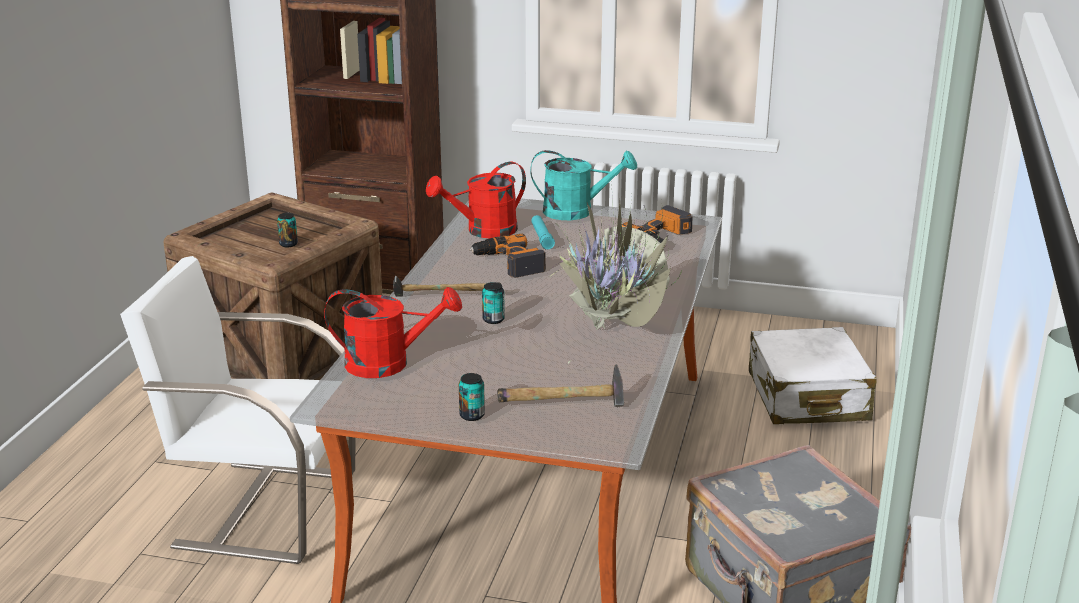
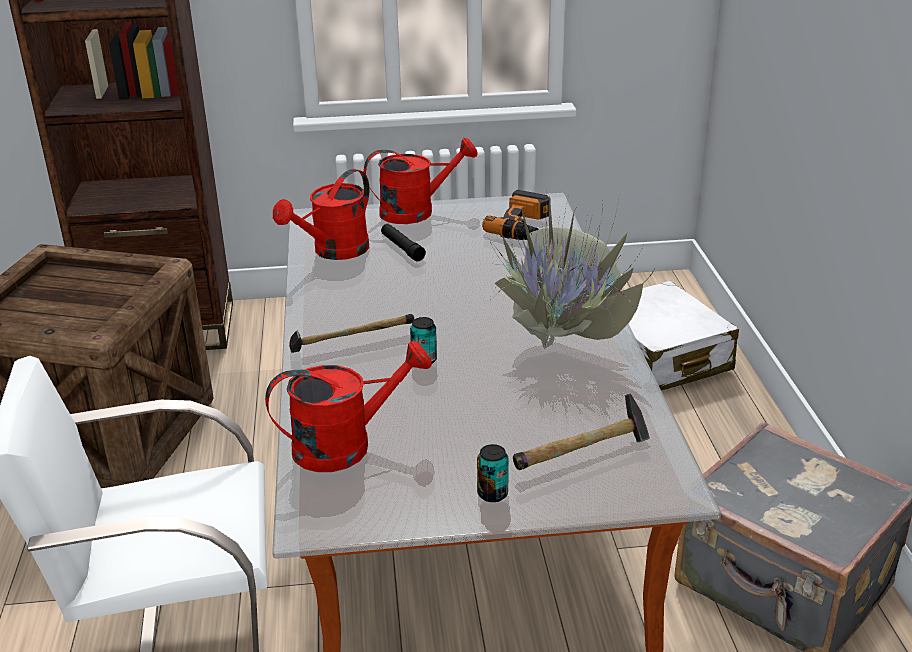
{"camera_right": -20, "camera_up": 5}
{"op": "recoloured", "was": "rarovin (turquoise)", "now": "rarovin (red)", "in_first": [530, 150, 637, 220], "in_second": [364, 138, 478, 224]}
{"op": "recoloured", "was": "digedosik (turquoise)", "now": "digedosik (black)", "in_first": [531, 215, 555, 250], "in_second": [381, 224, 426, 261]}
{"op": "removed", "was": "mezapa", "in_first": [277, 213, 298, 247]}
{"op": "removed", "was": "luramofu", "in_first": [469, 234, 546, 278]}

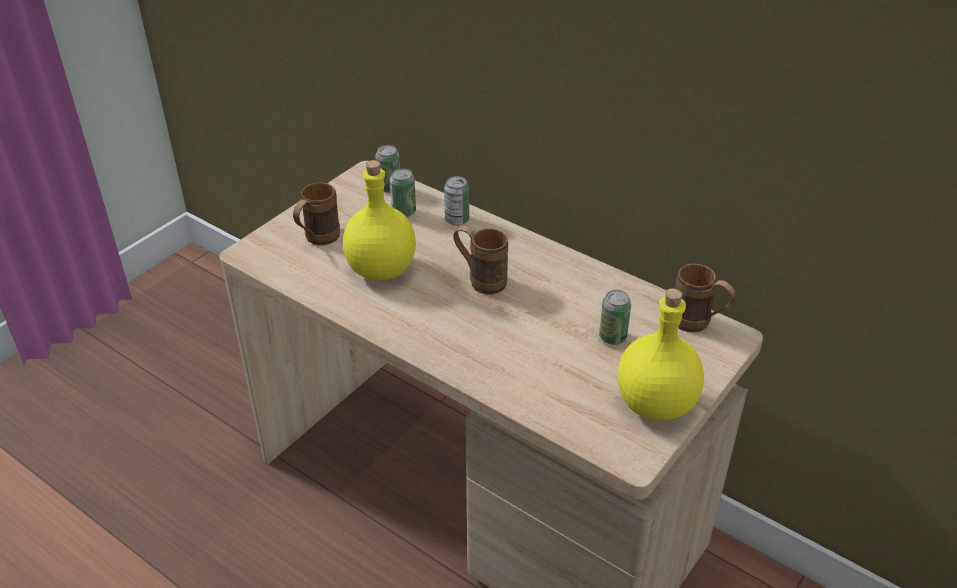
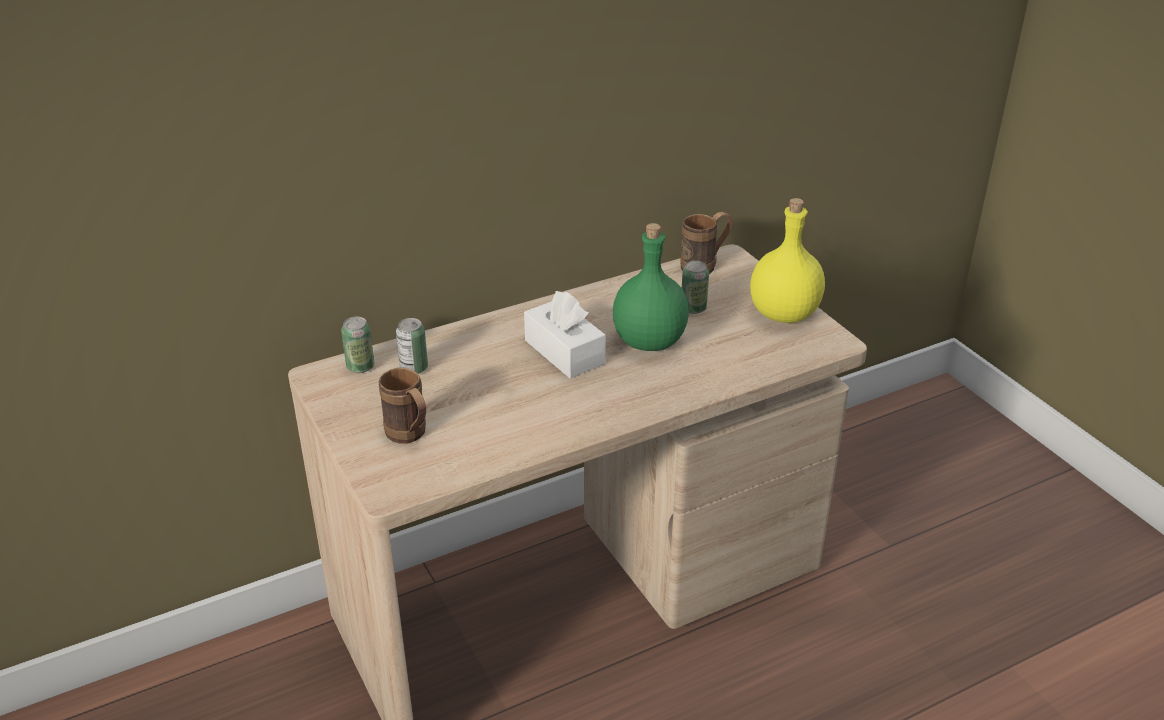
{"camera_right": -65, "camera_up": -5}
{"op": "replaced", "was": "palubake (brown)", "now": "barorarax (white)", "in_first": [453, 226, 508, 295], "in_second": [524, 291, 606, 378]}
{"op": "added", "now": "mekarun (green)", "in_second": [613, 223, 689, 351]}
{"op": "removed", "was": "mekarun (yellow)", "in_first": [343, 160, 416, 280]}
{"op": "removed", "was": "mezapa", "in_first": [444, 176, 469, 225]}

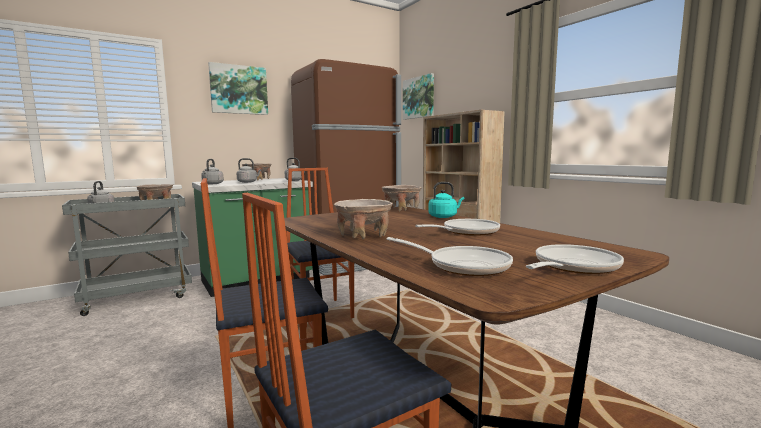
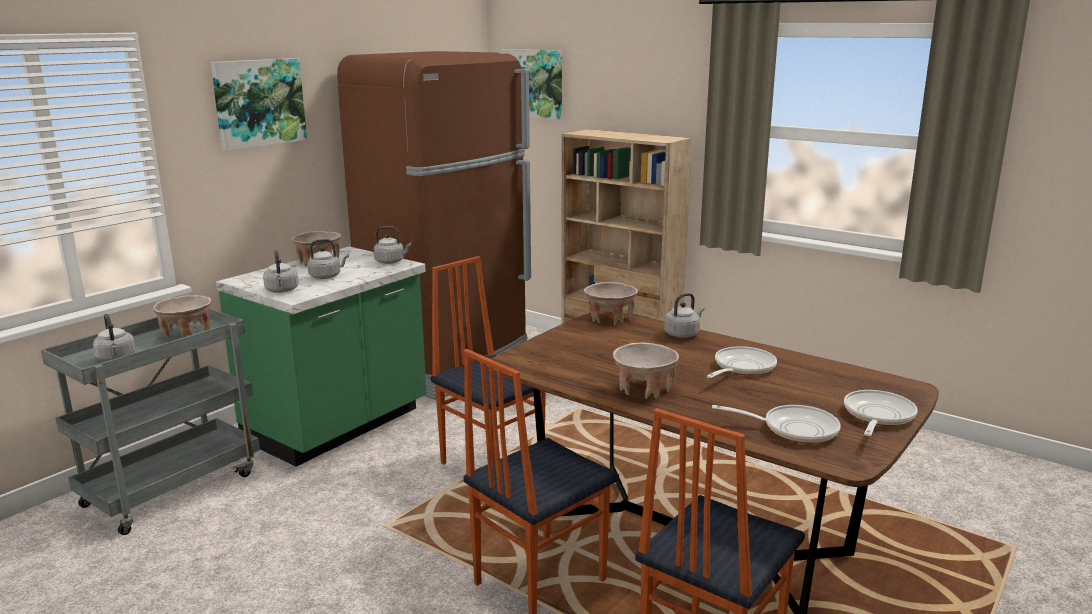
{"camera_right": -20, "camera_up": 10}
{"op": "recoloured", "was": "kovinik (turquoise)", "now": "kovinik (grey)", "in_first": [428, 182, 464, 218], "in_second": [664, 293, 705, 338]}

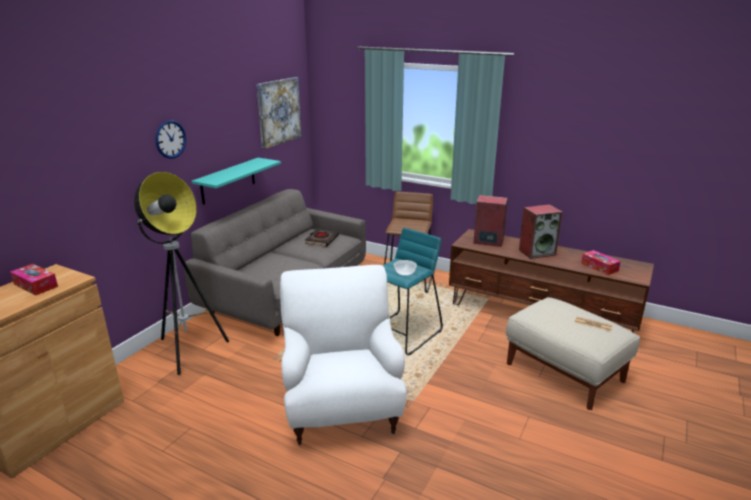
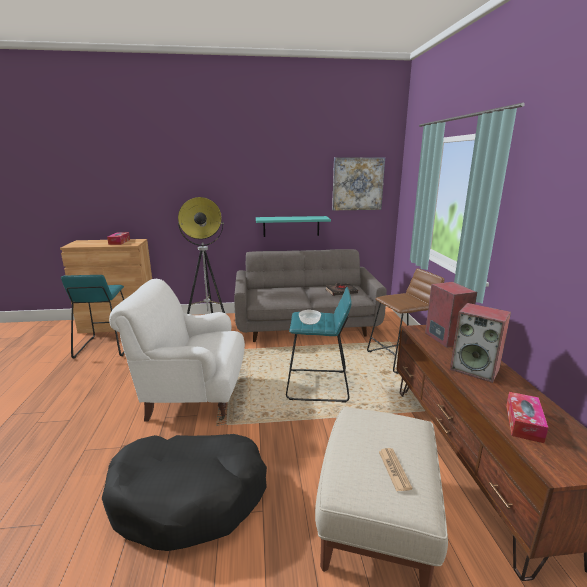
{"camera_right": 55, "camera_up": -5}
{"op": "added", "now": "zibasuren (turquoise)", "in_second": [61, 275, 124, 358]}
{"op": "added", "now": "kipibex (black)", "in_second": [102, 434, 267, 551]}
{"op": "turned", "was": "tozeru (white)", "in_first": [280, 265, 407, 446], "in_second": [109, 279, 245, 421], "clockwise": -135}
{"op": "removed", "was": "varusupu", "in_first": [155, 120, 186, 159]}

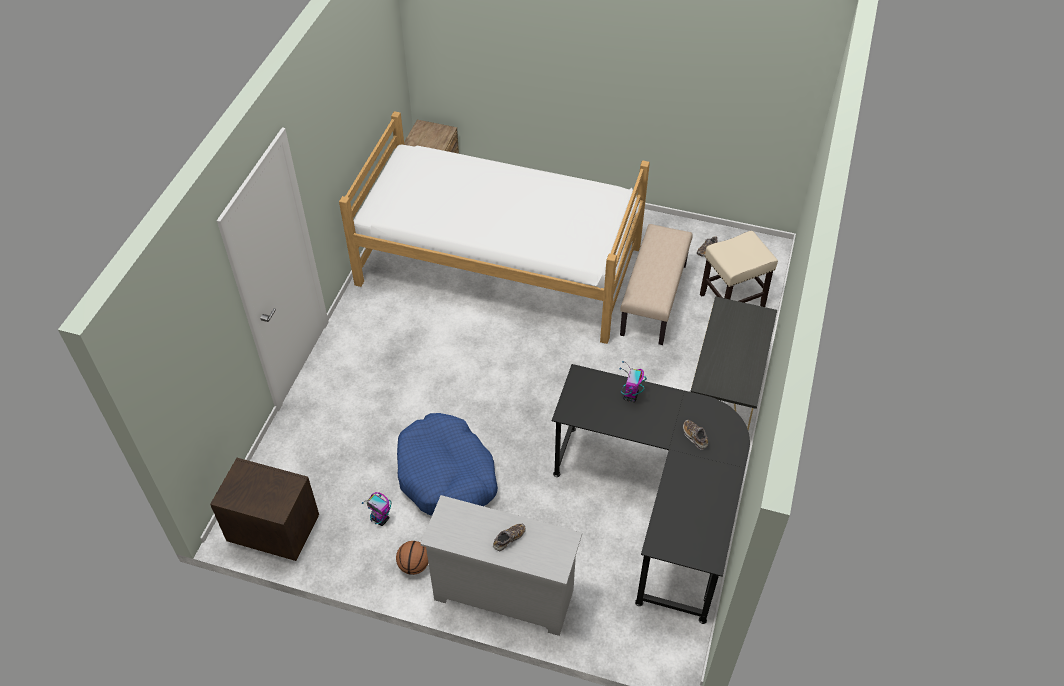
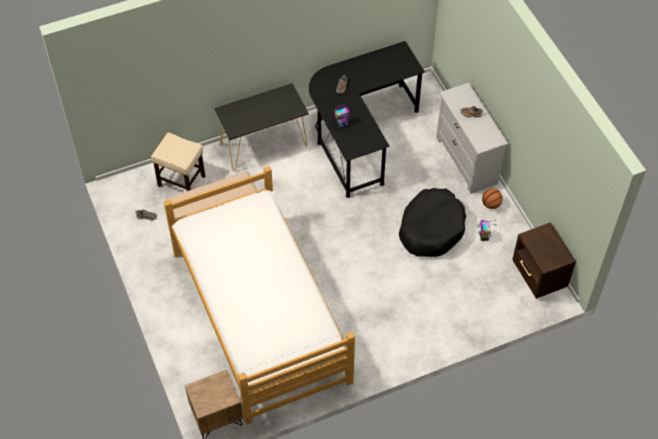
{"camera_right": -130, "camera_up": 5}
{"op": "recoloured", "was": "kipibex (blue)", "now": "kipibex (black)", "in_first": [397, 413, 498, 516], "in_second": [399, 188, 466, 257]}

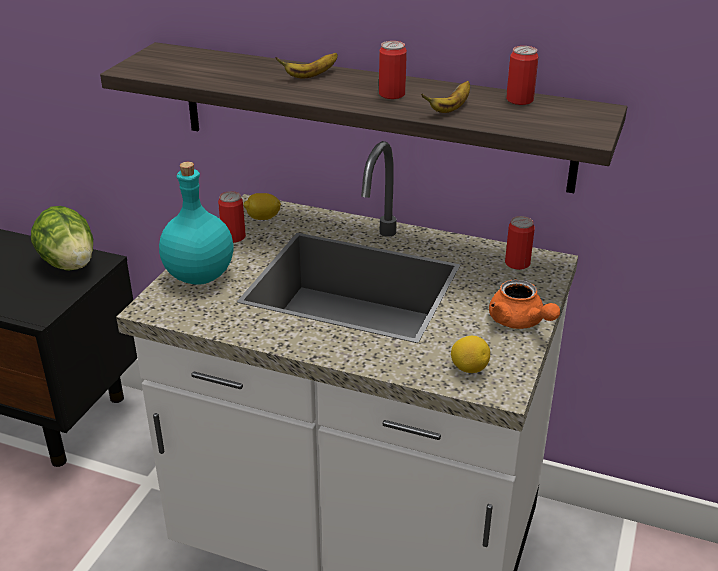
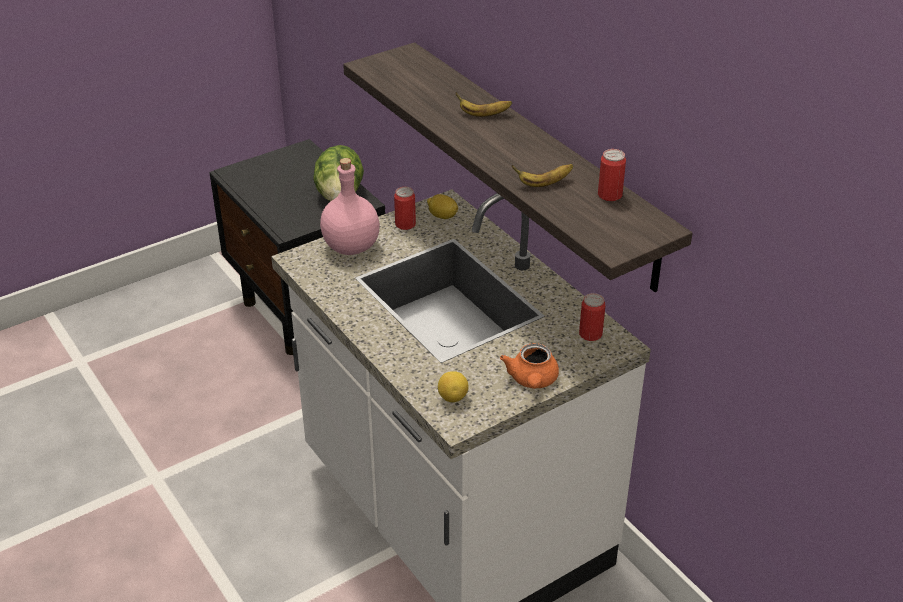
{"camera_right": 35, "camera_up": 5}
{"op": "recoloured", "was": "mekarun (turquoise)", "now": "mekarun (pink)", "in_first": [159, 162, 234, 285], "in_second": [320, 158, 380, 255]}
{"op": "removed", "was": "mezapa", "in_first": [379, 41, 407, 99]}

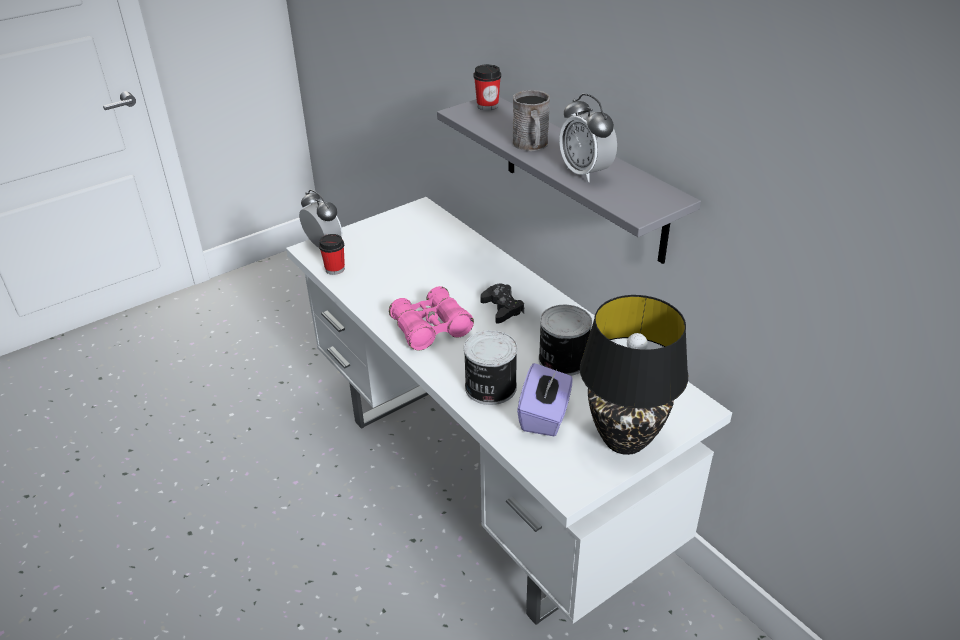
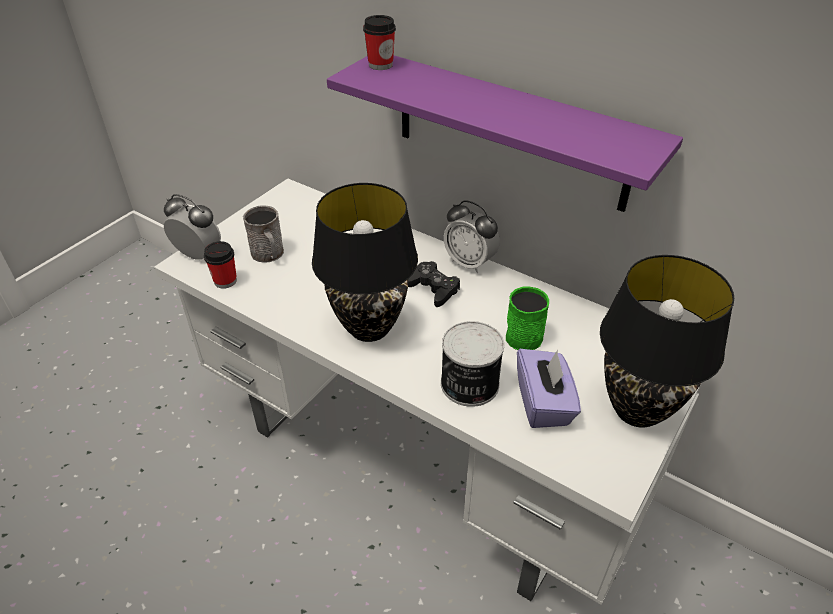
{"camera_right": -20, "camera_up": 5}
{"op": "moved", "was": "palubake (grey)", "in_first": [512, 90, 550, 151], "in_second": [243, 205, 284, 263]}
{"op": "replaced", "was": "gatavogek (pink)", "now": "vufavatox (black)", "in_first": [389, 286, 474, 350], "in_second": [312, 183, 418, 342]}
{"op": "recoloured", "was": "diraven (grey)", "now": "diraven (purple)", "in_first": [437, 97, 701, 264], "in_second": [327, 56, 683, 212]}
{"op": "moved", "was": "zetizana", "in_first": [559, 94, 617, 182], "in_second": [444, 200, 500, 273]}
{"op": "replaced", "was": "mezapa", "now": "palubake (green)", "in_first": [539, 305, 592, 376], "in_second": [506, 287, 549, 350]}

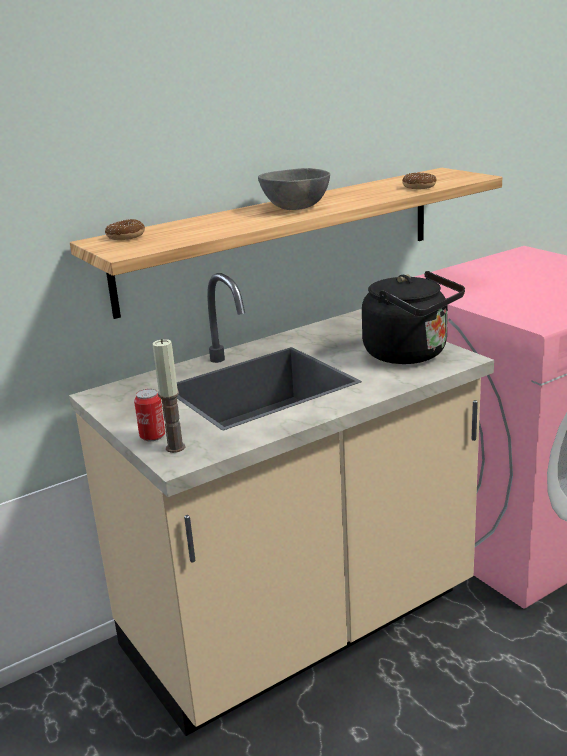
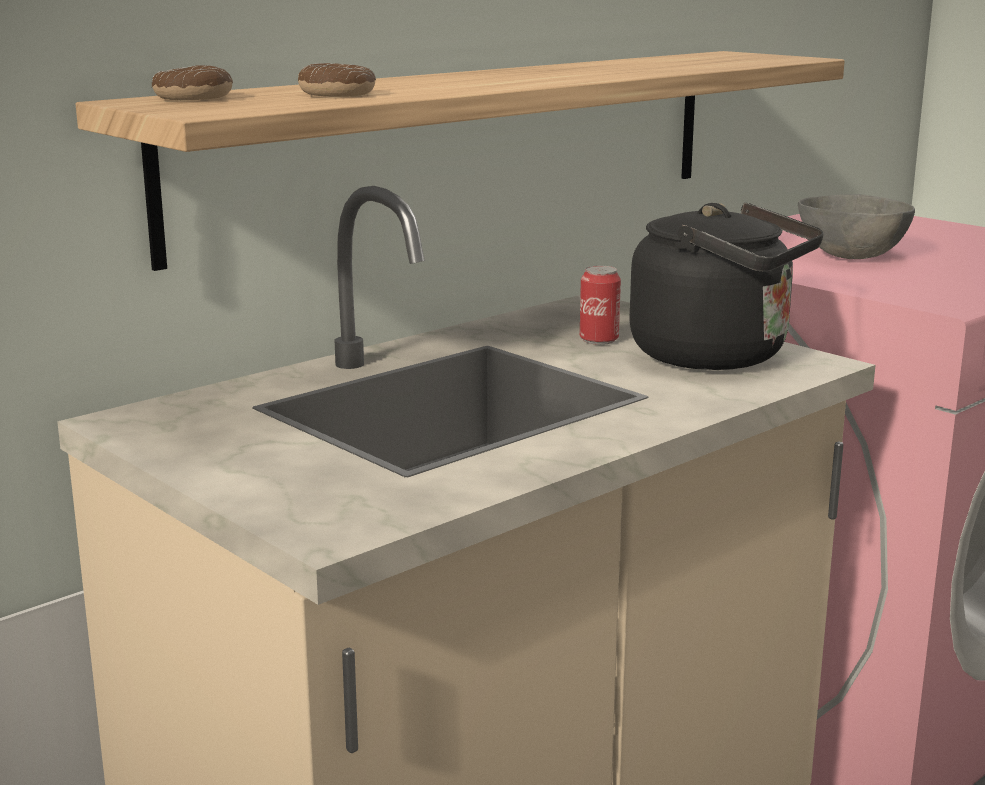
{"camera_right": -10, "camera_up": -5}
{"op": "moved", "was": "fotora", "in_first": [402, 173, 437, 189], "in_second": [298, 63, 376, 97]}
{"op": "moved", "was": "mezapa", "in_first": [134, 389, 165, 441], "in_second": [580, 266, 621, 345]}
{"op": "moved", "was": "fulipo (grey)", "in_first": [258, 168, 330, 210], "in_second": [798, 194, 915, 259]}
{"op": "removed", "was": "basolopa", "in_first": [152, 339, 185, 453]}

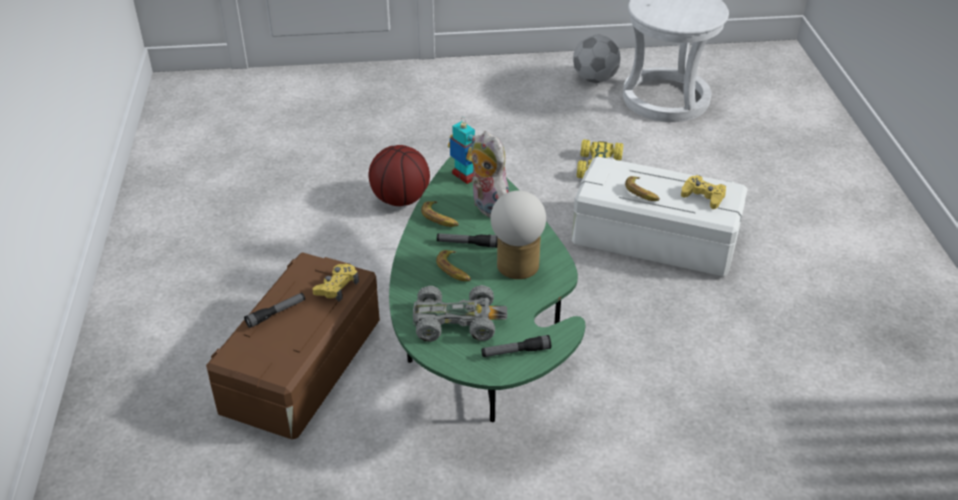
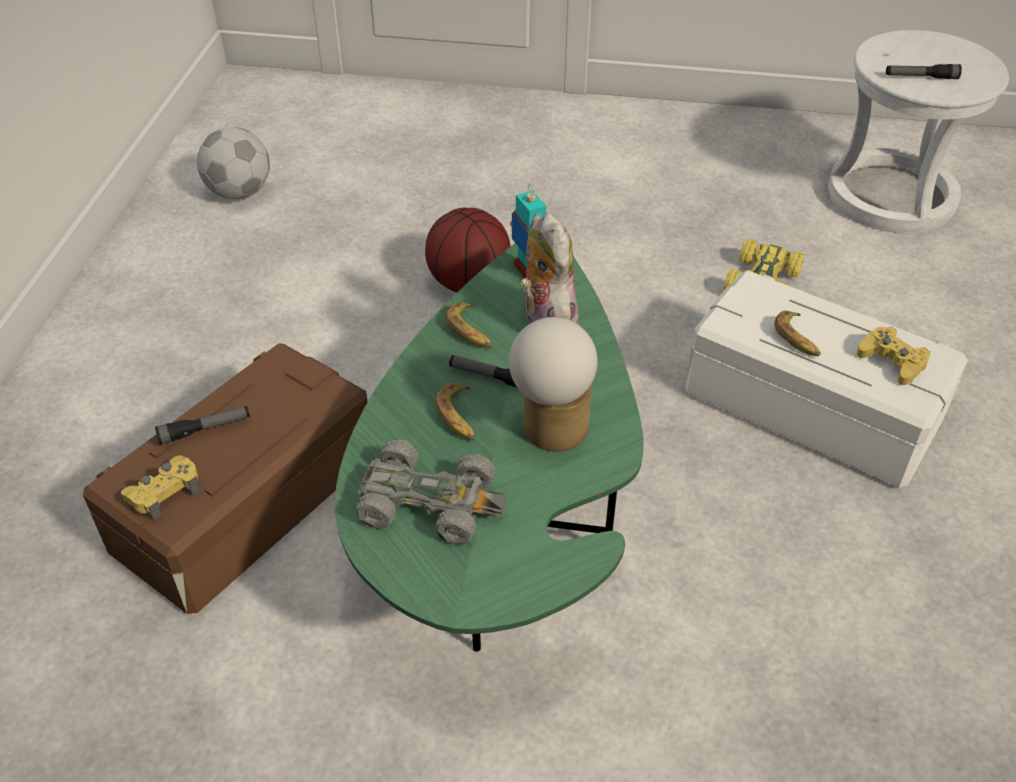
{"camera_right": 15, "camera_up": 5}
{"op": "moved", "was": "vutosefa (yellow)", "in_first": [312, 264, 359, 302], "in_second": [121, 455, 200, 520]}
{"op": "moved", "was": "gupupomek", "in_first": [573, 35, 621, 83], "in_second": [197, 127, 270, 199]}
{"op": "moved", "was": "digedosik", "in_first": [481, 335, 551, 357], "in_second": [886, 64, 962, 79]}

